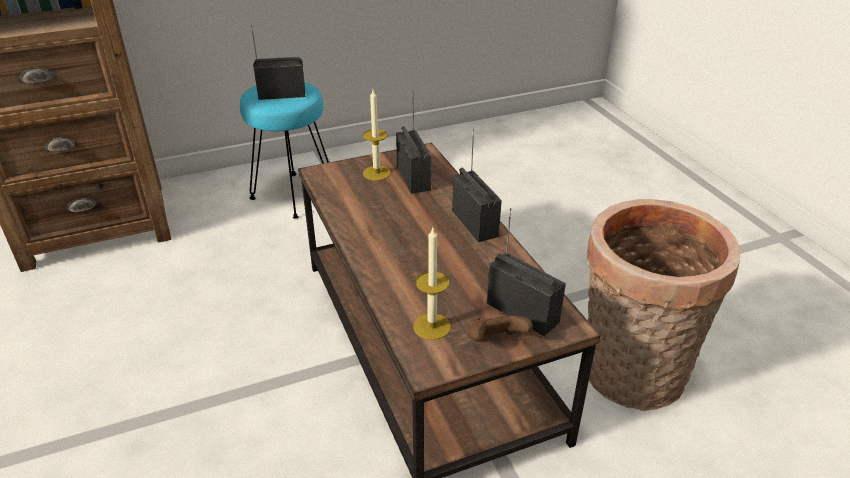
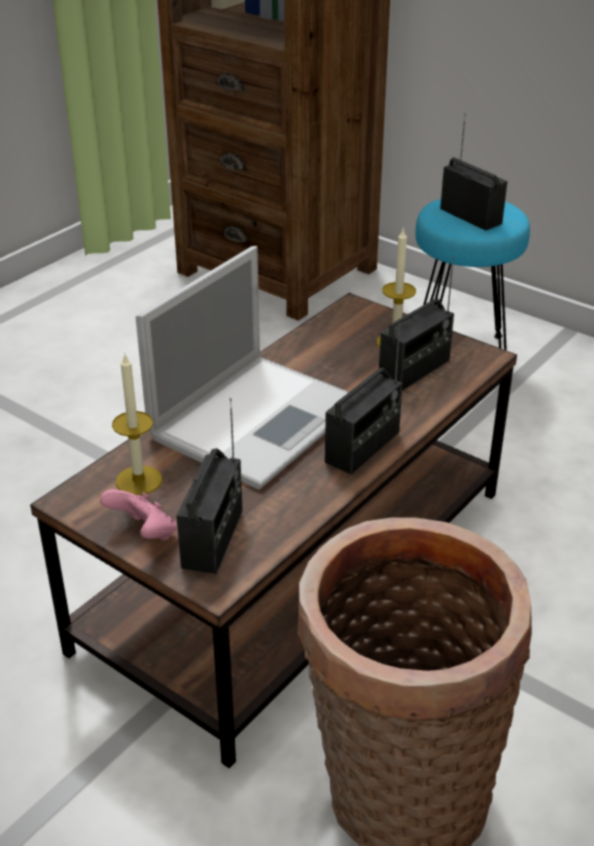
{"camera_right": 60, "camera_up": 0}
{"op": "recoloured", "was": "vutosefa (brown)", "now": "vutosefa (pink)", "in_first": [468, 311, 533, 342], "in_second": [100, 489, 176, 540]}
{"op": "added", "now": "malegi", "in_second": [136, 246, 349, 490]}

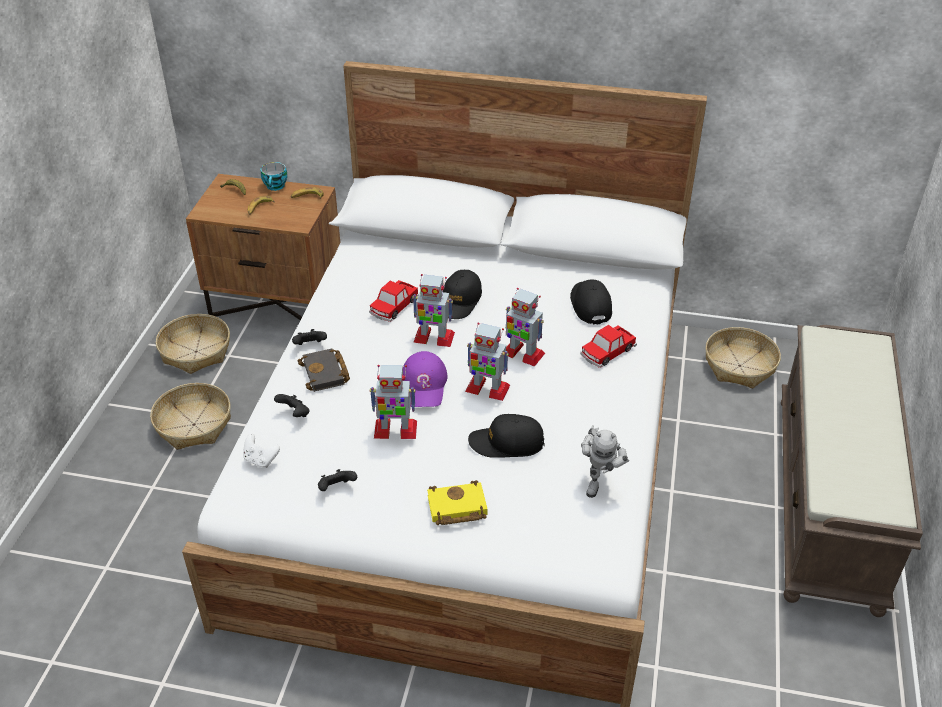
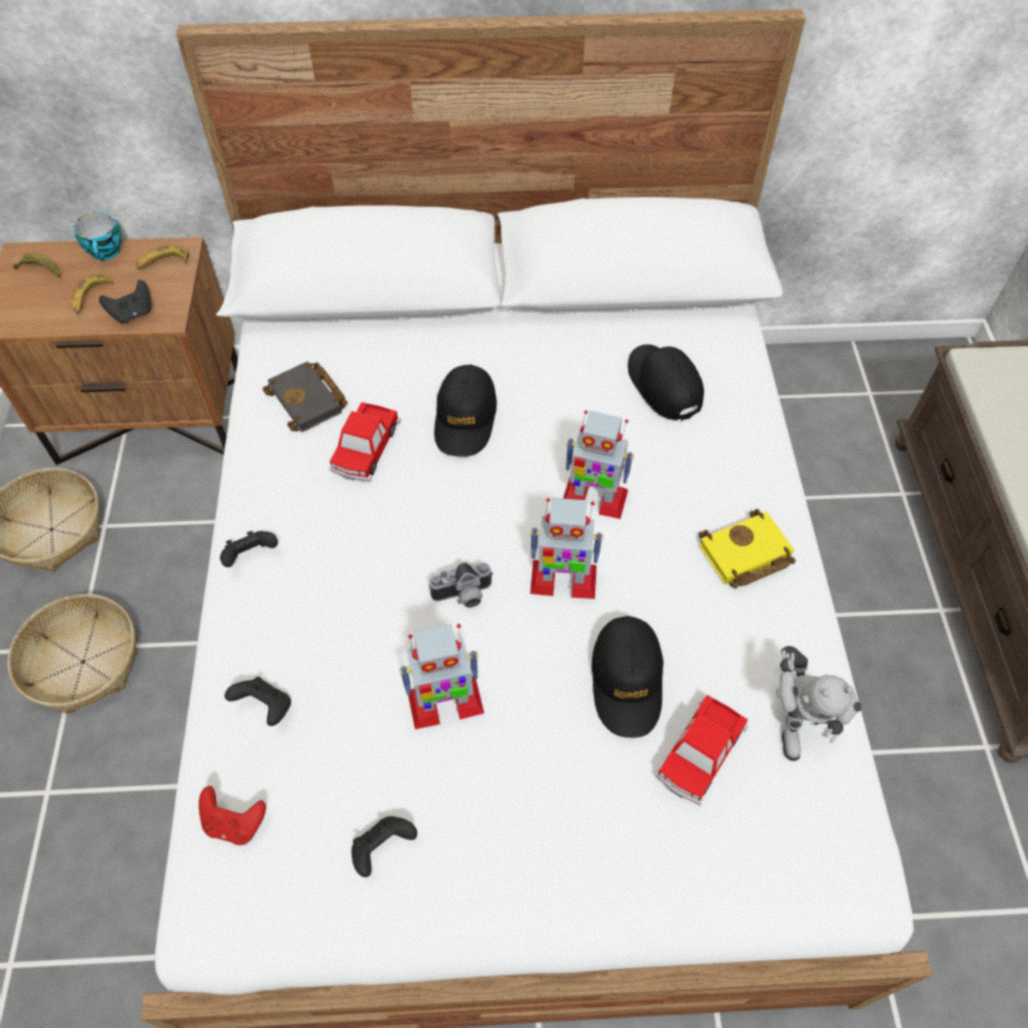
{"camera_right": -15, "camera_up": 15}
{"op": "added", "now": "vutosefa (black)", "in_second": [99, 280, 152, 324]}
{"op": "recoloured", "was": "vutosefa (white)", "now": "vutosefa (red)", "in_first": [243, 434, 280, 468], "in_second": [199, 786, 266, 845]}
{"op": "moved", "was": "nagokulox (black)", "in_first": [297, 349, 350, 392], "in_second": [262, 361, 348, 432]}
{"op": "replaced", "was": "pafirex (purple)", "now": "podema", "in_first": [403, 351, 448, 407], "in_second": [429, 562, 493, 608]}
{"op": "turned", "was": "pafirex (black)", "in_first": [468, 414, 545, 458], "in_second": [592, 616, 664, 738], "clockwise": -75}
{"op": "moved", "was": "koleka", "in_first": [580, 325, 637, 368], "in_second": [654, 695, 749, 805]}
{"op": "moved", "was": "nagokulox (yellow)", "in_first": [427, 480, 487, 525], "in_second": [699, 509, 796, 589]}
{"op": "removed", "was": "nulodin", "in_first": [412, 274, 455, 347]}
{"op": "removed", "was": "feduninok", "in_first": [705, 327, 781, 388]}

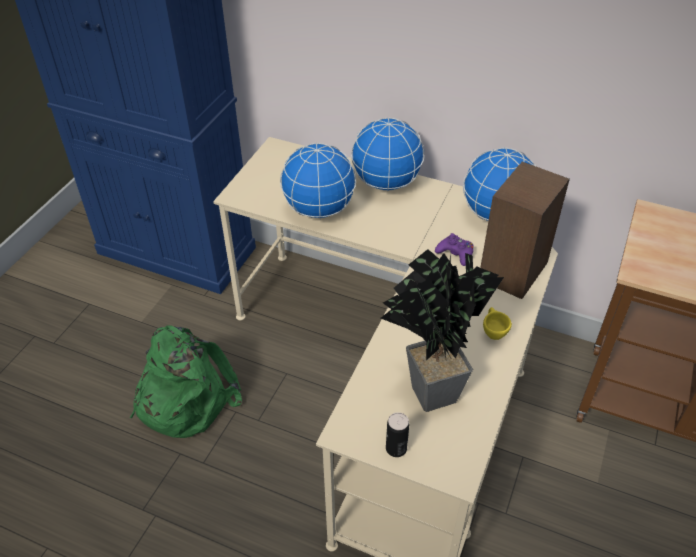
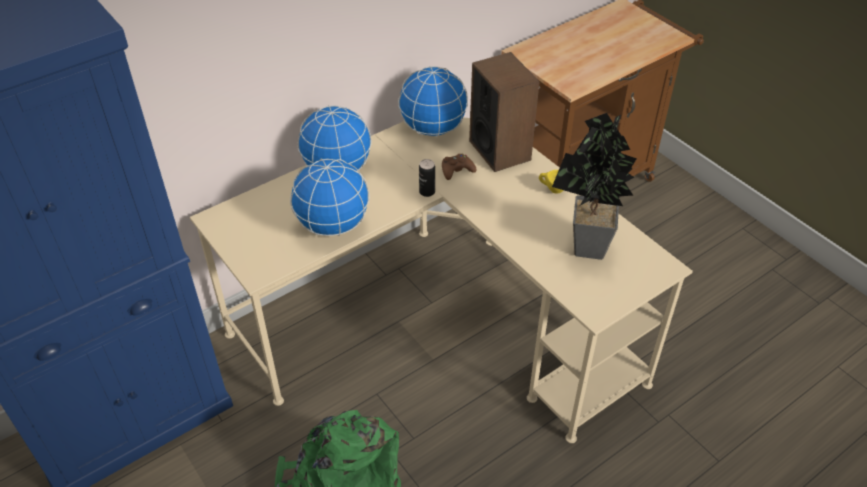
{"camera_right": -60, "camera_up": 0}
{"op": "moved", "was": "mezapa", "in_first": [386, 412, 409, 457], "in_second": [419, 159, 435, 197]}
{"op": "recoloured", "was": "vutosefa (purple)", "now": "vutosefa (brown)", "in_first": [435, 233, 474, 266], "in_second": [442, 154, 476, 180]}

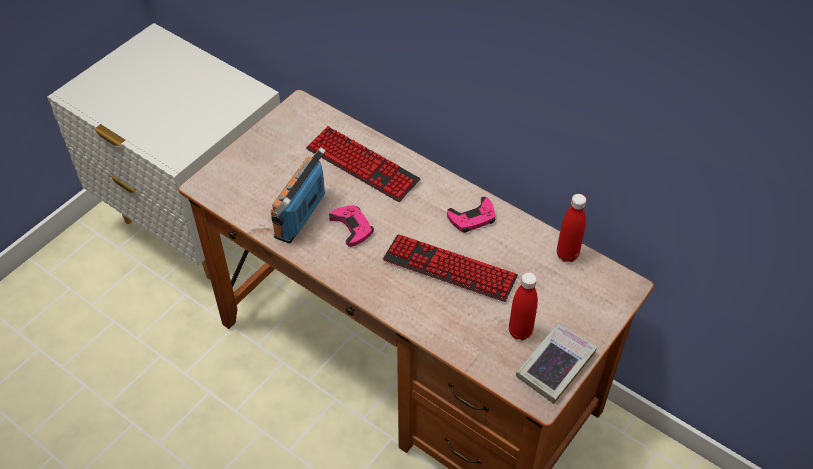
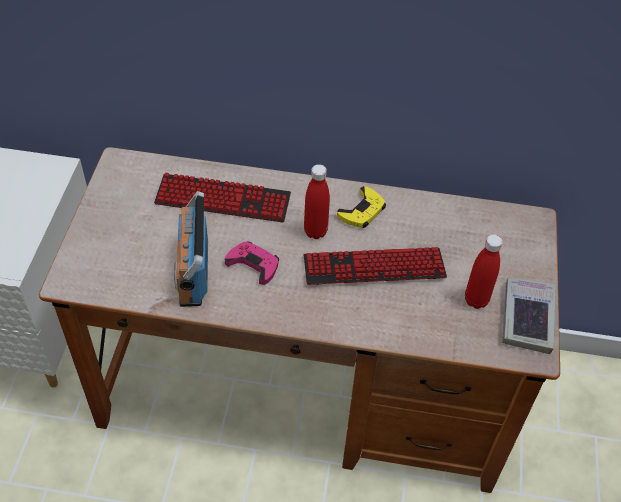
{"camera_right": -30, "camera_up": 0}
{"op": "moved", "was": "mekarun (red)", "in_first": [557, 194, 586, 262], "in_second": [304, 164, 330, 239]}
{"op": "recoloured", "was": "vutosefa (pink)", "now": "vutosefa (yellow)", "in_first": [447, 197, 496, 233], "in_second": [337, 186, 386, 228]}

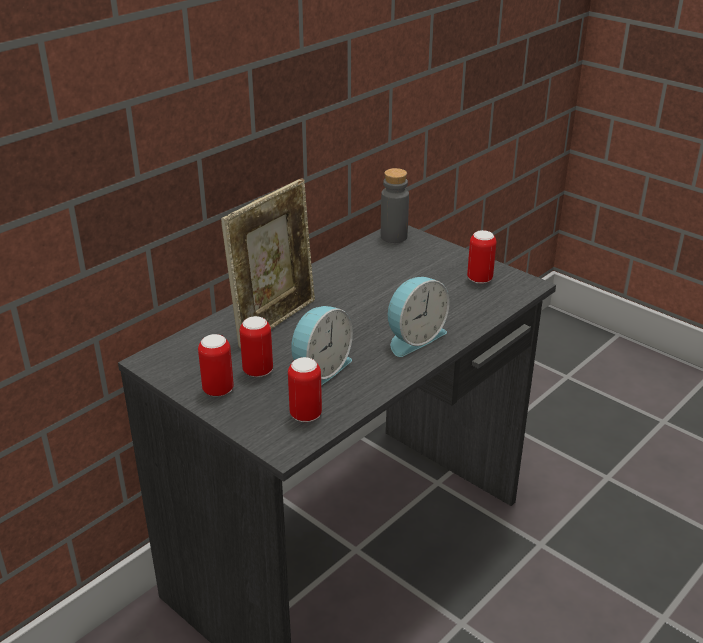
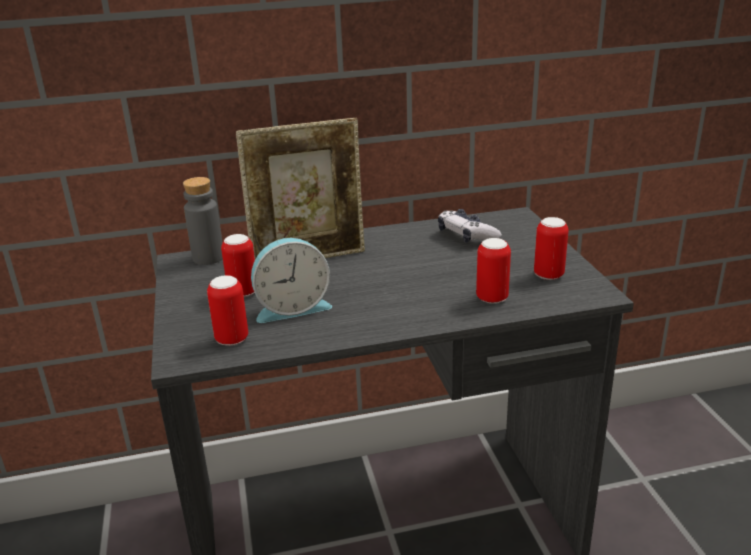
{"camera_right": 35, "camera_up": -5}
{"op": "moved", "was": "mekarun (grey)", "in_first": [381, 168, 409, 243], "in_second": [183, 177, 223, 265]}
{"op": "added", "now": "vutosefa", "in_second": [438, 209, 502, 243]}
{"op": "moved", "was": "mezapa", "in_first": [198, 334, 234, 397], "in_second": [476, 238, 511, 304]}
{"op": "removed", "was": "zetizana", "in_first": [388, 277, 449, 357]}

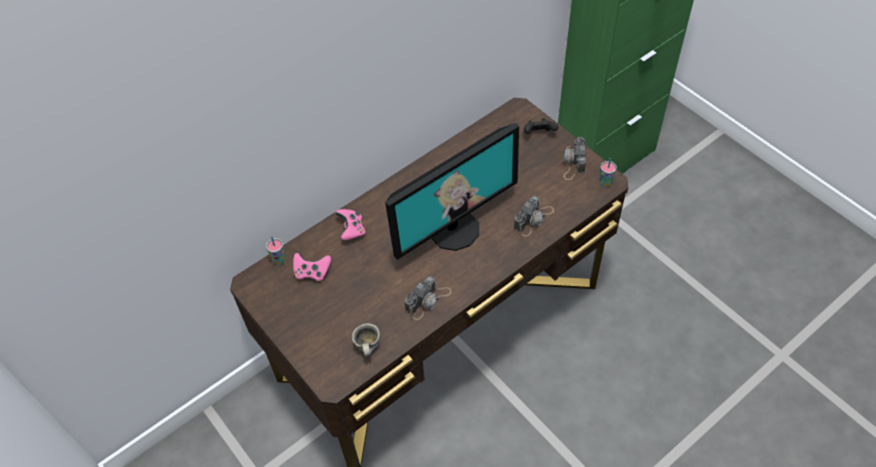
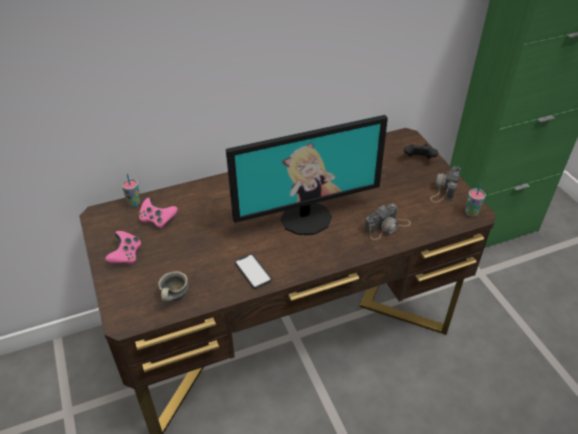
{"camera_right": 15, "camera_up": -10}
{"op": "moved", "was": "vutosefa (pink)", "in_first": [335, 209, 366, 240], "in_second": [105, 231, 141, 264]}
{"op": "replaced", "was": "podema", "now": "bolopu", "in_first": [405, 276, 452, 320], "in_second": [234, 254, 272, 289]}

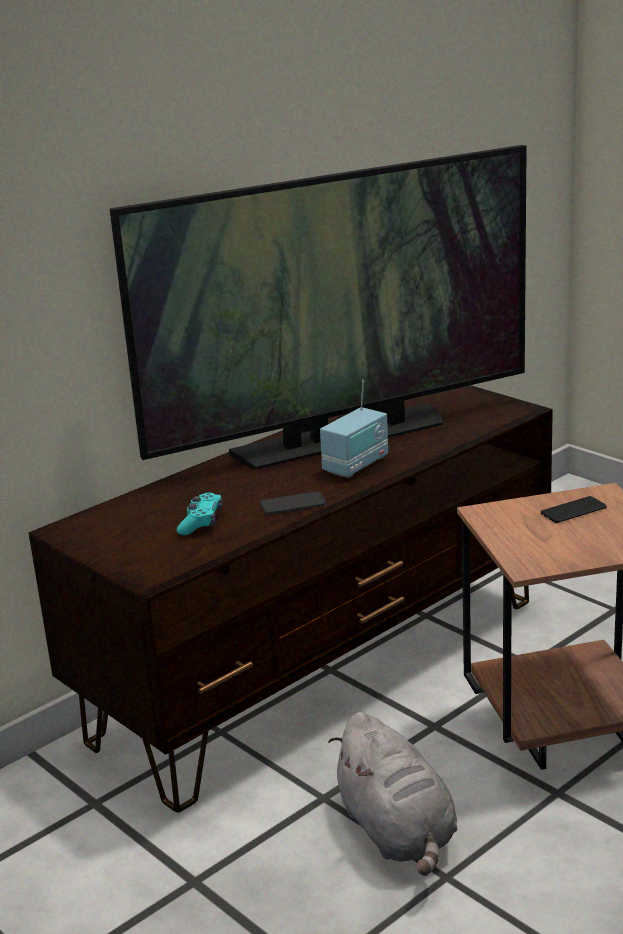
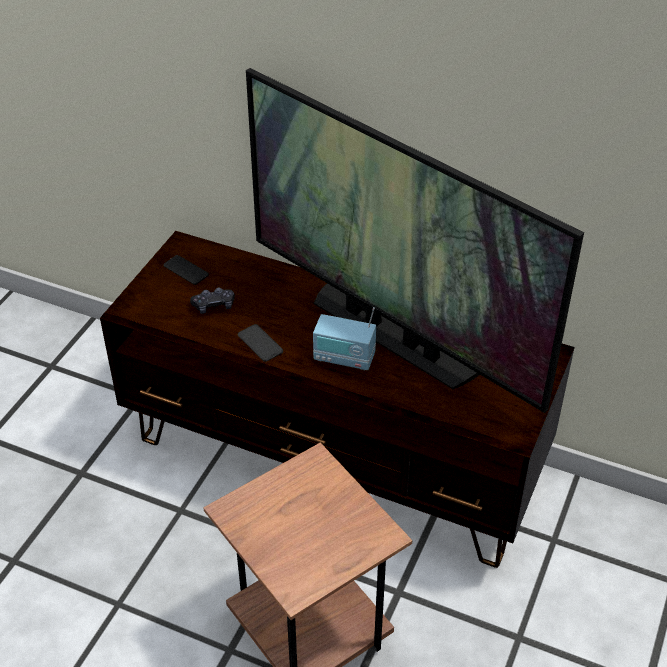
{"camera_right": 65, "camera_up": 20}
{"op": "moved", "was": "bolopu", "in_first": [541, 496, 606, 523], "in_second": [164, 255, 209, 285]}
{"op": "recoloured", "was": "vutosefa (turquoise)", "now": "vutosefa (black)", "in_first": [177, 492, 223, 535], "in_second": [190, 287, 235, 314]}
{"op": "removed", "was": "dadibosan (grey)", "in_first": [328, 712, 458, 876]}

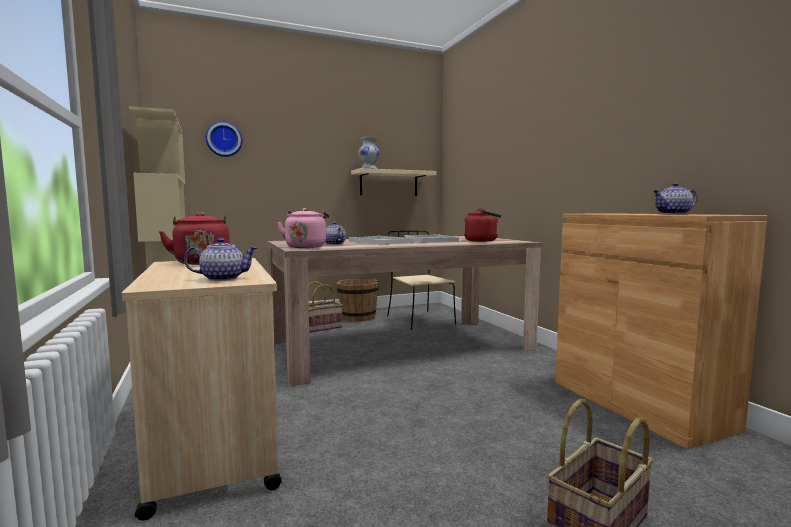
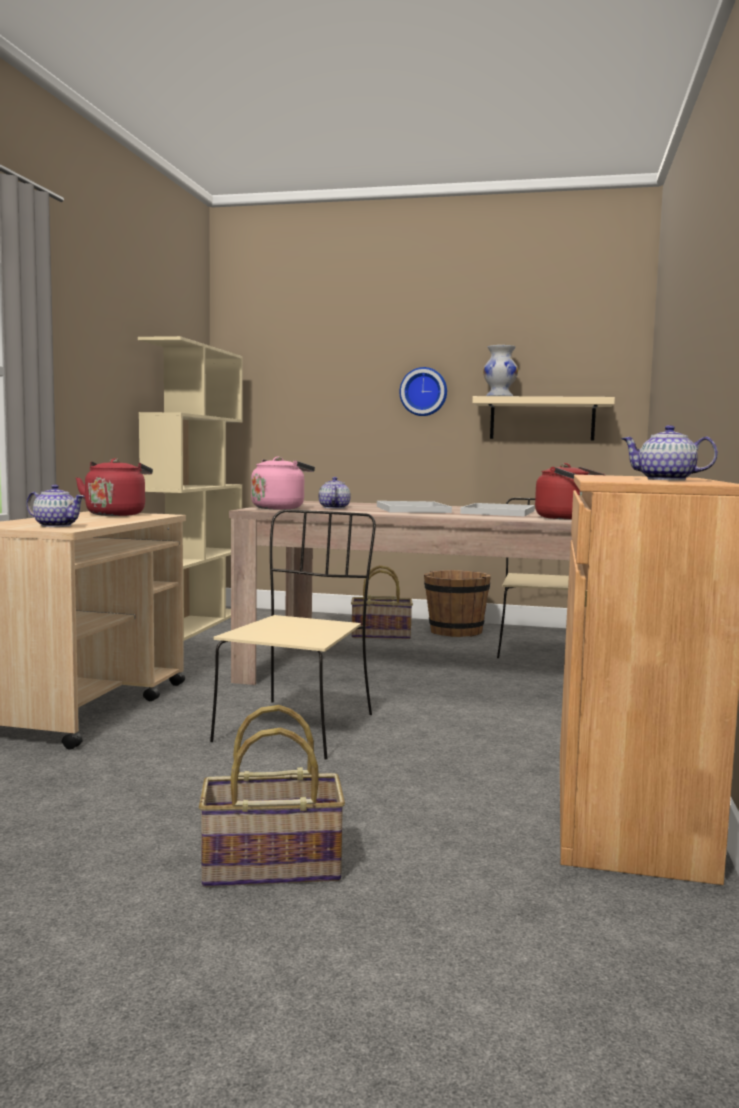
{"camera_right": 35, "camera_up": 0}
{"op": "added", "now": "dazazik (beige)", "in_second": [210, 510, 376, 760]}
{"op": "moved", "was": "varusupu", "in_first": [205, 121, 242, 157], "in_second": [399, 367, 447, 416]}

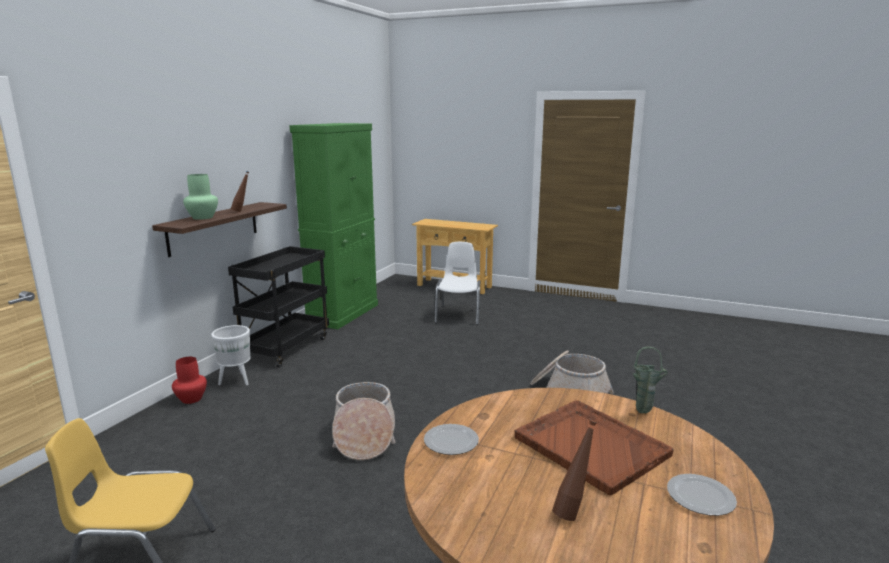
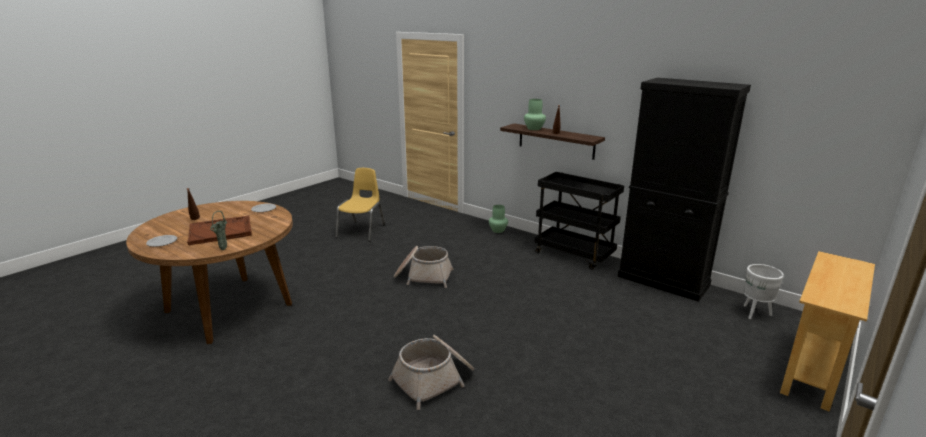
{"camera_right": 105, "camera_up": 5}
{"op": "recoloured", "was": "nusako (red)", "now": "nusako (green)", "in_first": [172, 357, 207, 404], "in_second": [489, 205, 508, 233]}
{"op": "recoloured", "was": "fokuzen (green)", "now": "fokuzen (black)", "in_first": [290, 123, 378, 329], "in_second": [618, 78, 751, 302]}
{"op": "moved", "was": "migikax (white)", "in_first": [211, 325, 250, 385], "in_second": [744, 264, 784, 319]}
{"op": "removed", "was": "dazazik (white)", "in_first": [434, 242, 480, 325]}

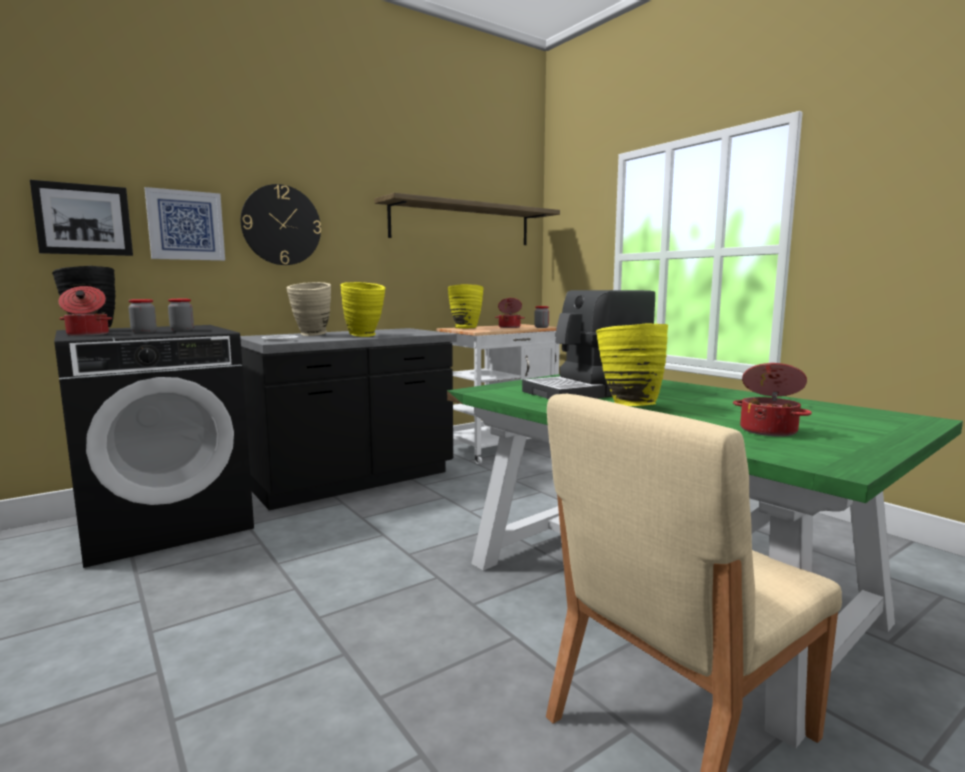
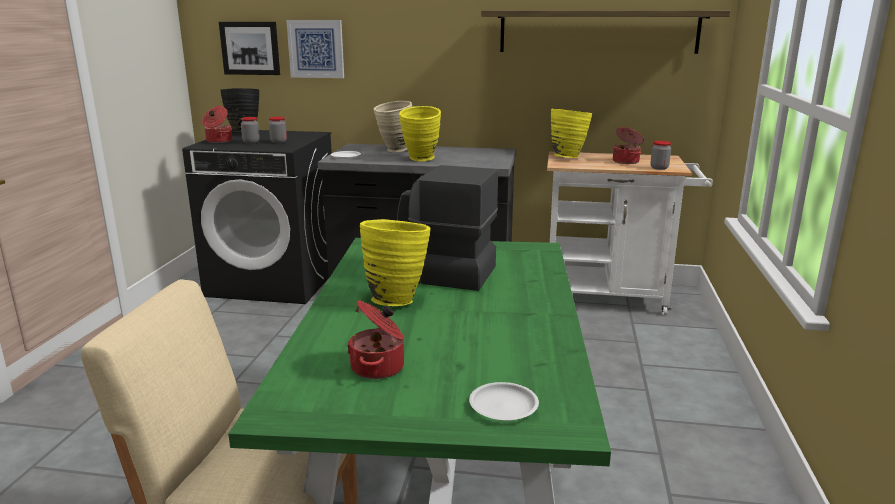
{"camera_right": 45, "camera_up": 10}
{"op": "added", "now": "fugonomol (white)", "in_second": [469, 382, 539, 421]}
{"op": "removed", "was": "varusupu", "in_first": [241, 184, 321, 265]}

